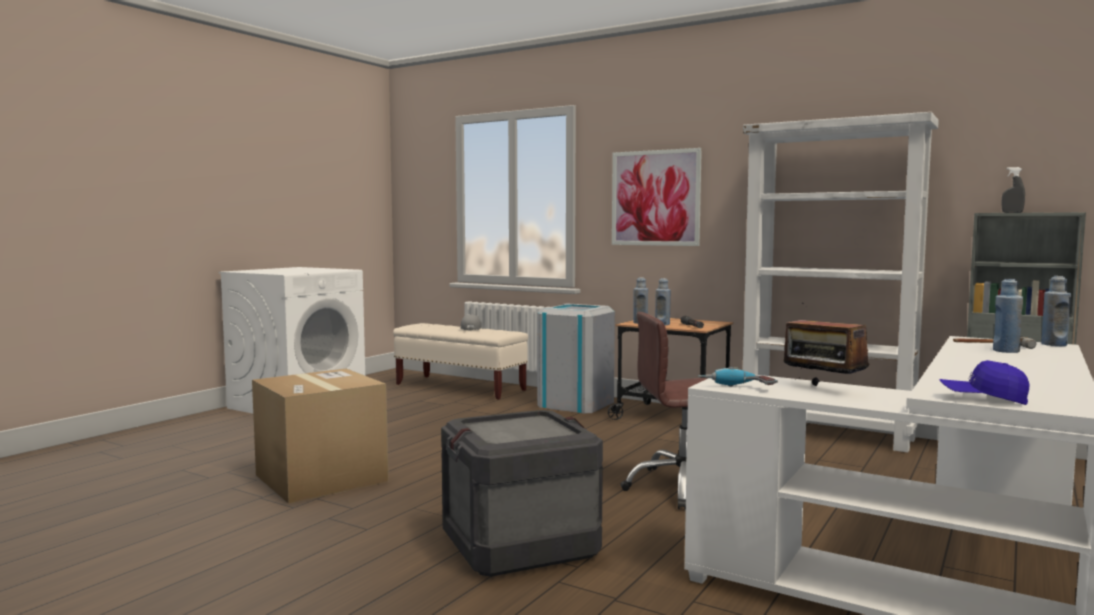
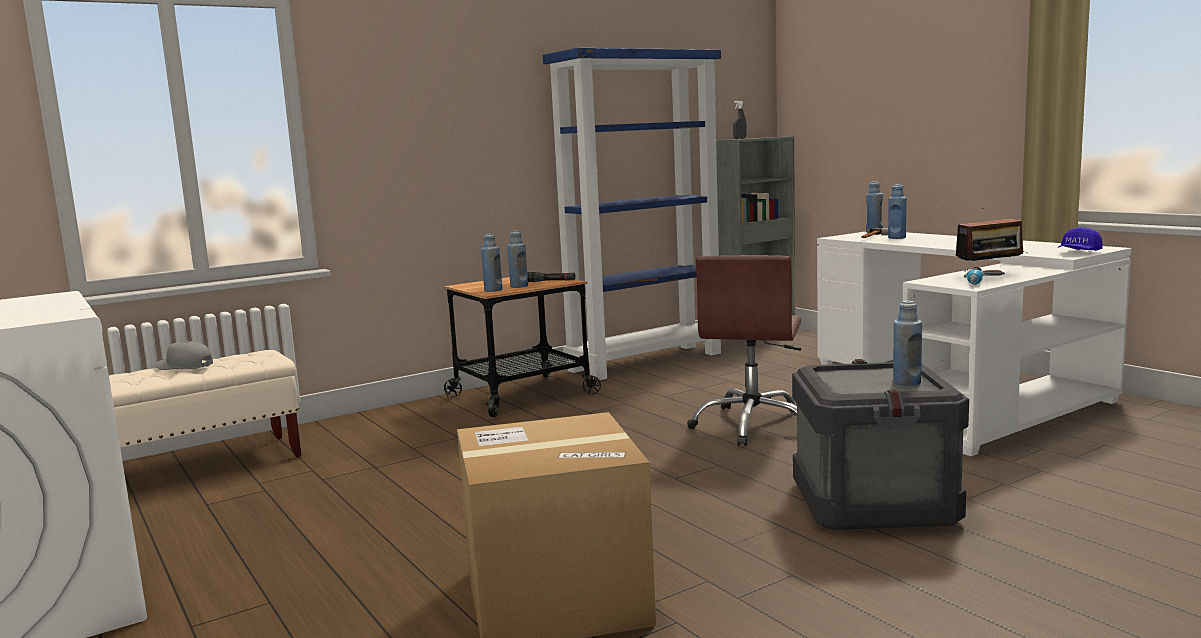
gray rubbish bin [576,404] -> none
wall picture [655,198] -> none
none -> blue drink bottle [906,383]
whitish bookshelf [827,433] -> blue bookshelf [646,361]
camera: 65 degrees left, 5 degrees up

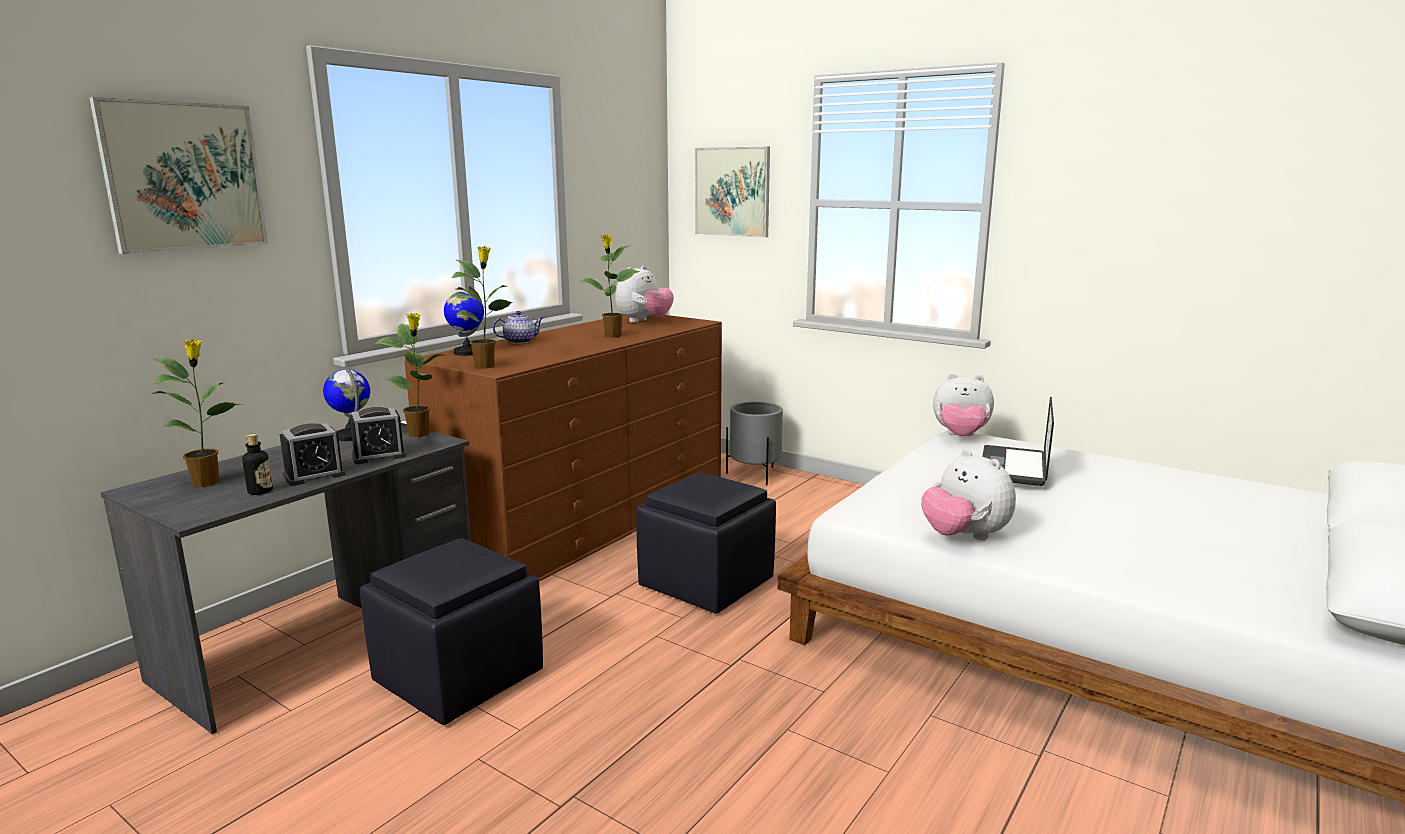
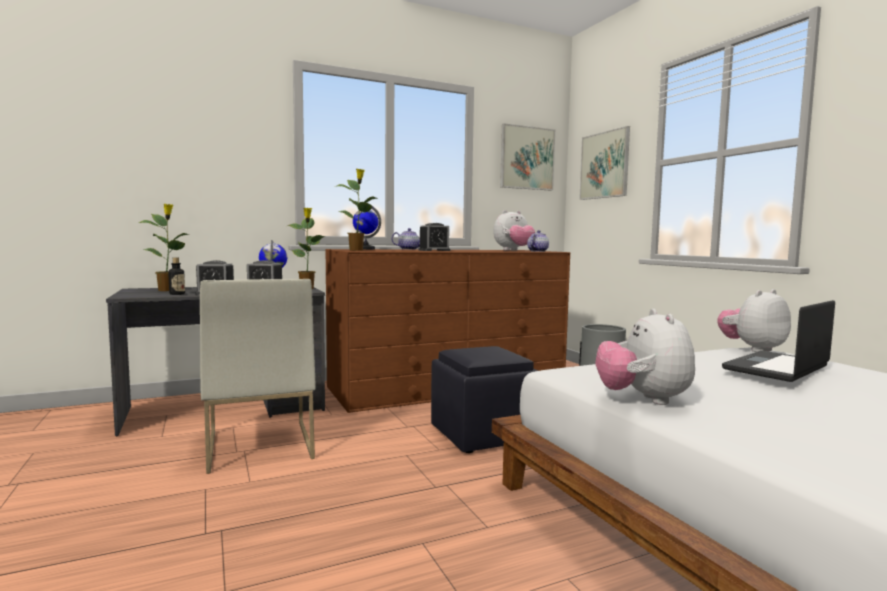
plant in a pot [612,336] -> none
none -> alarm clock [434,250]
none -> pot for tea [537,251]
wall picture [184,177] -> wall picture [527,158], moved
black-coloured pouffe [458,678] -> whitish plain chair [259,445]
plush toy [960,436] -> plush toy [752,349], 105 degrees clockwise
camera: 30 degrees right, 10 degrees down

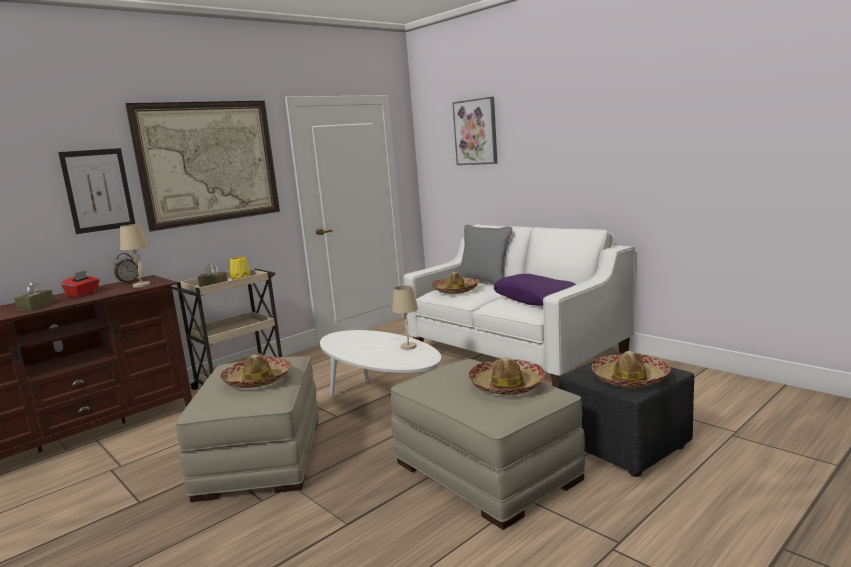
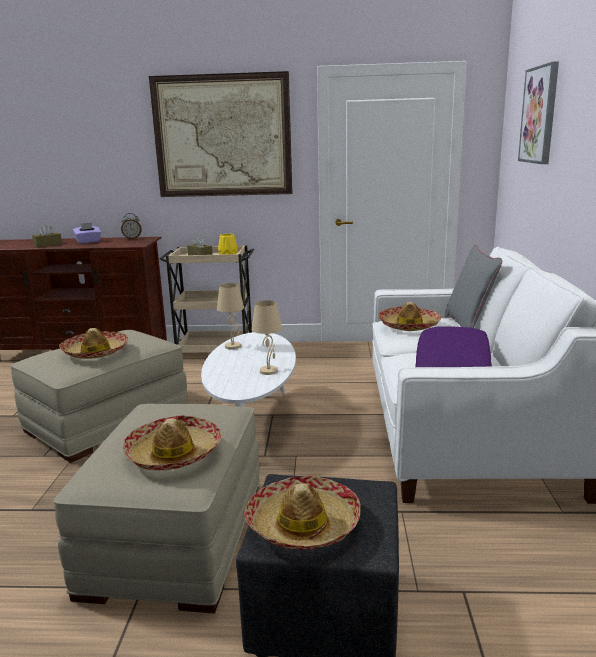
wall picture [98,190] -> none
beige-coloured table lamp [141,285] -> beige-coloured table lamp [233,346], moved
red-coloured tissue holder [83,294] -> purplish tissue holder [88,242]
camera: 45 degrees right, 5 degrees up

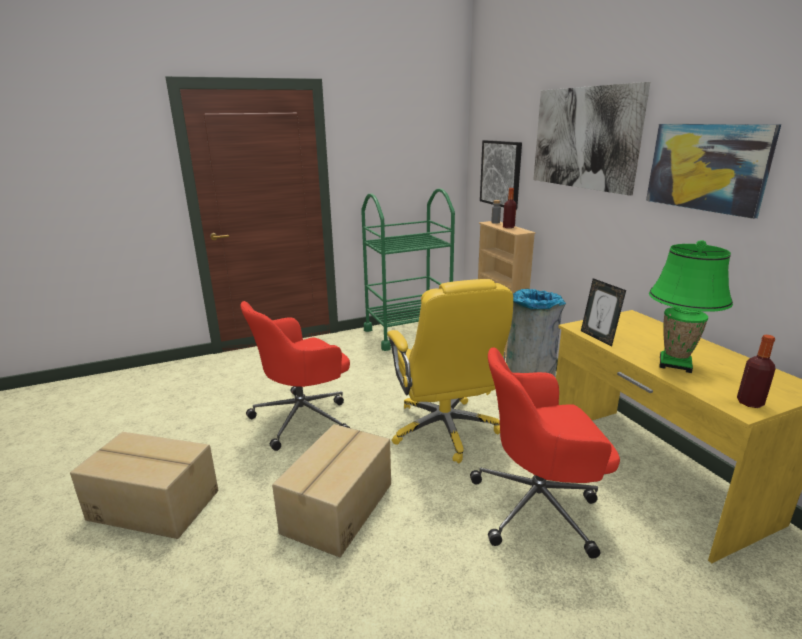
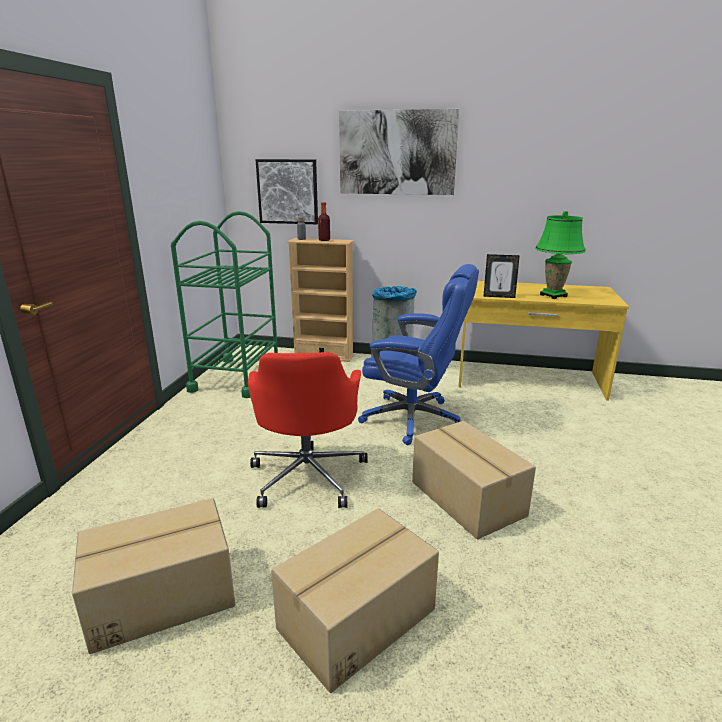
red-coloured desk chair [538,506] -> none
wall picture [707,167] -> none
drink bottle [750,403] -> none
none -> packing box [161,596]
yellow-coloured desk chair [445,430] -> blue desk chair [414,419]
camera: 55 degrees left, 0 degrees up

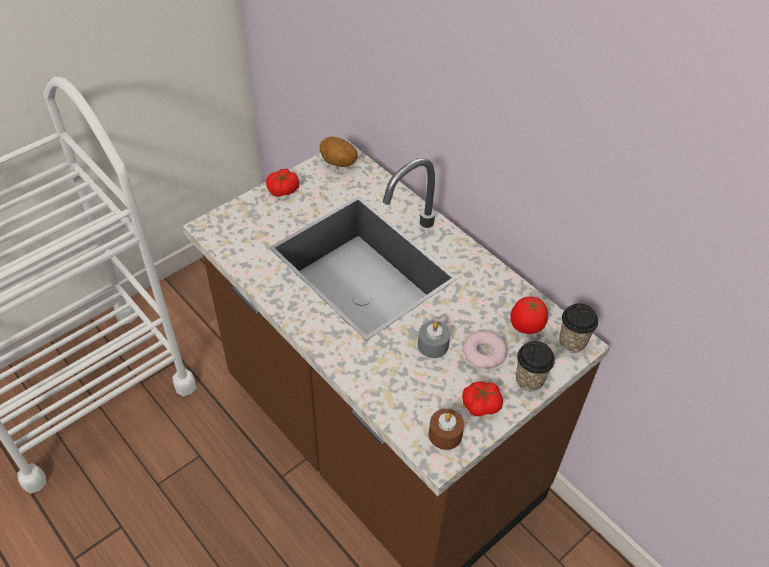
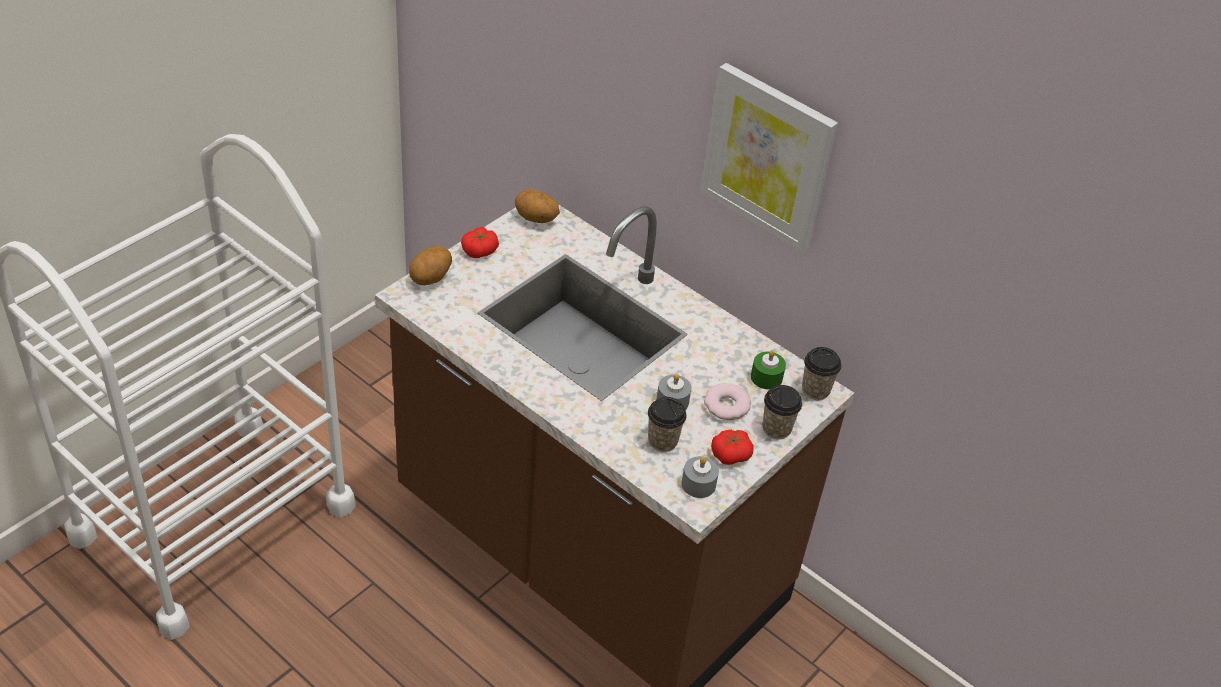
none -> potato [431,278]
none -> small cup [662,441]
none -> wall picture [768,156]
fresh tomato [526,326] -> green-coloured wax light [766,377]
brown-coloured wax light [445,434] -> gray wax light [698,484]
camera: 10 degrees left, 5 degrees down

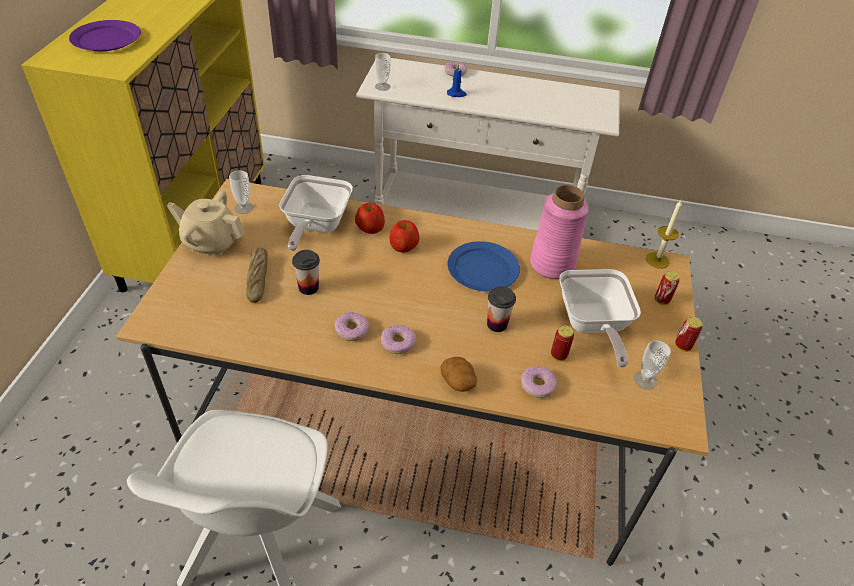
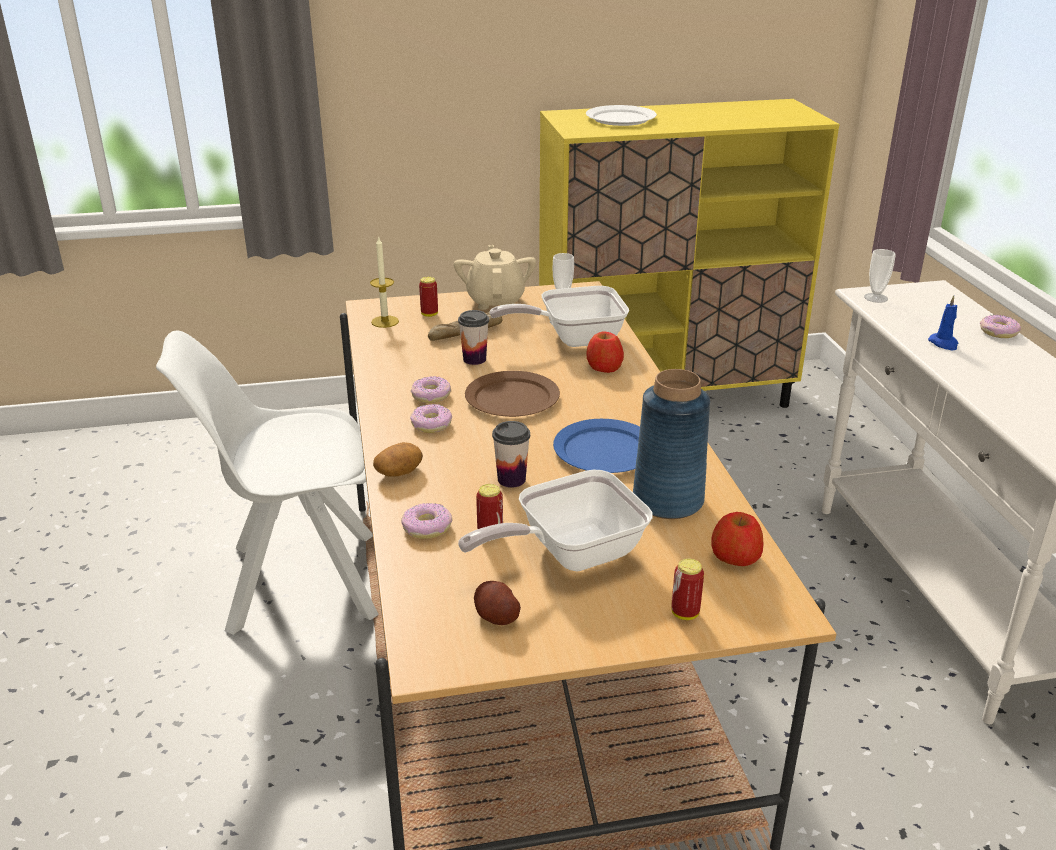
none -> brown-coloured plate [511,398]
apple [404,246] -> apple [735,557], moved
wax light [657,260] -> wax light [385,321], moved
can [682,346] -> can [429,314], moved
small cup [645,380] -> potato [496,616]
purplish plate [106,39] -> whitish plate [621,118]
pink vase [552,264] -> blue vase [667,500]
camera: 70 degrees right, 15 degrees down

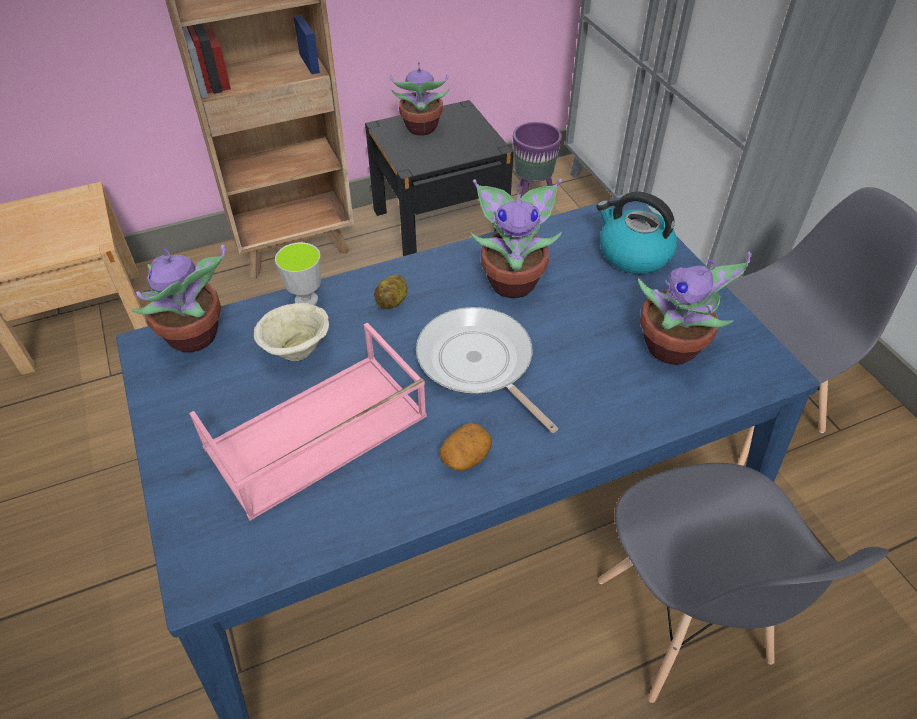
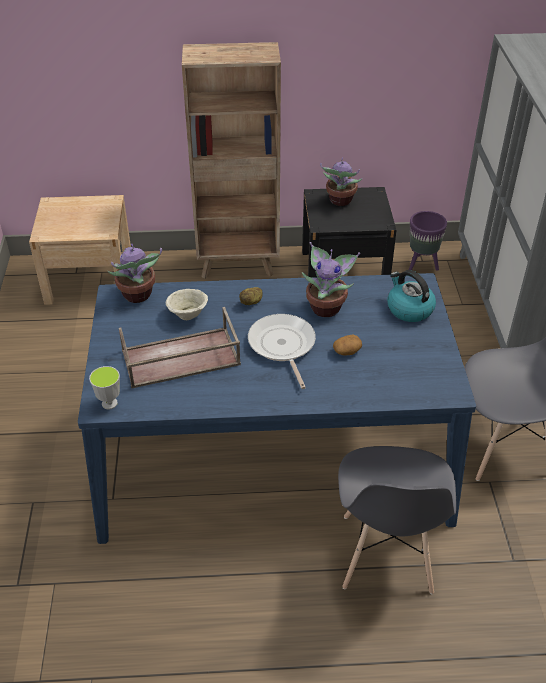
plant in a pot [673,349] -> none
small cup [306,300] -> small cup [109,403], moved
potato [465,457] -> potato [347,351], moved
pink serving tray [316,435] -> brown-coloured serving tray [179,358]
camera: 20 degrees right, 5 degrees down

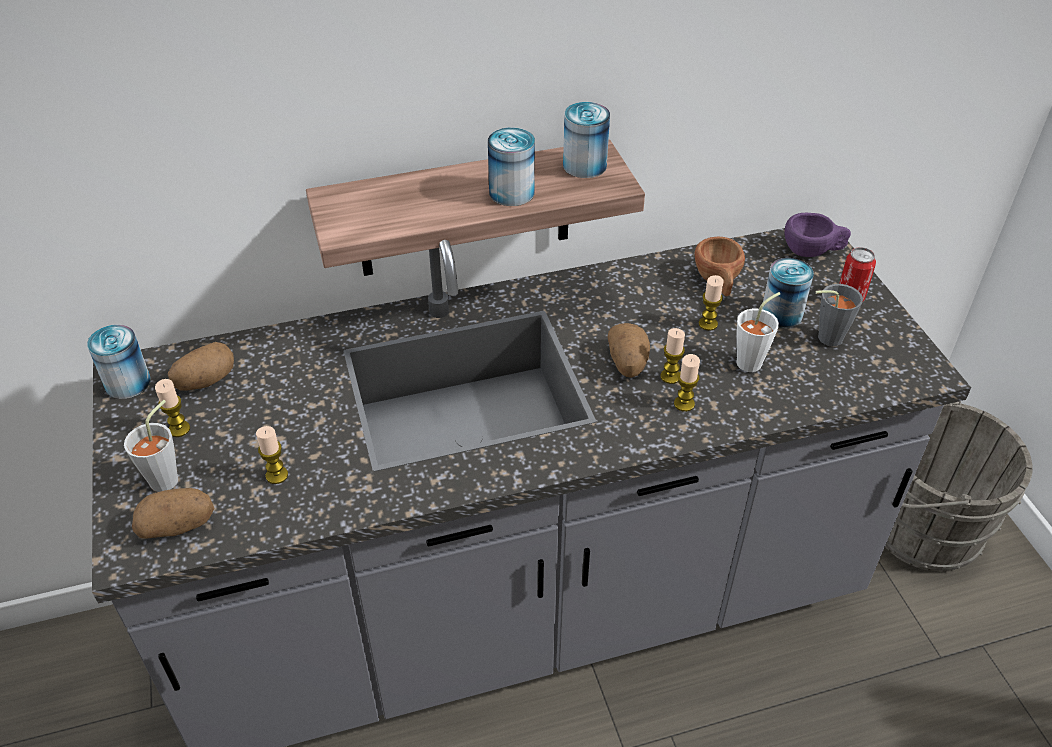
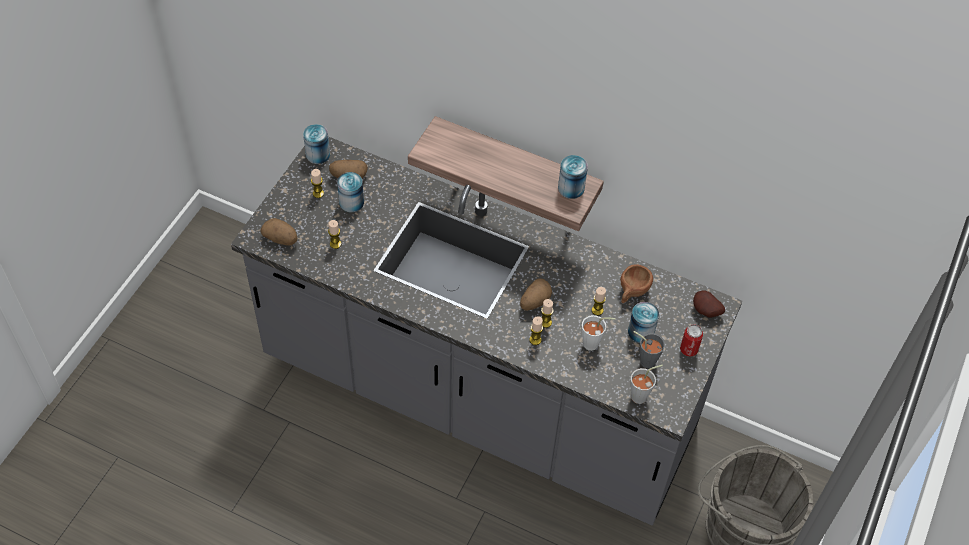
gray small cup [169,476] -> gray small cup [642,396], moved
can [511,192] -> can [351,202], moved
purplish small cup [813,251] -> potato [705,312]
camera: 40 degrees right, 10 degrees up

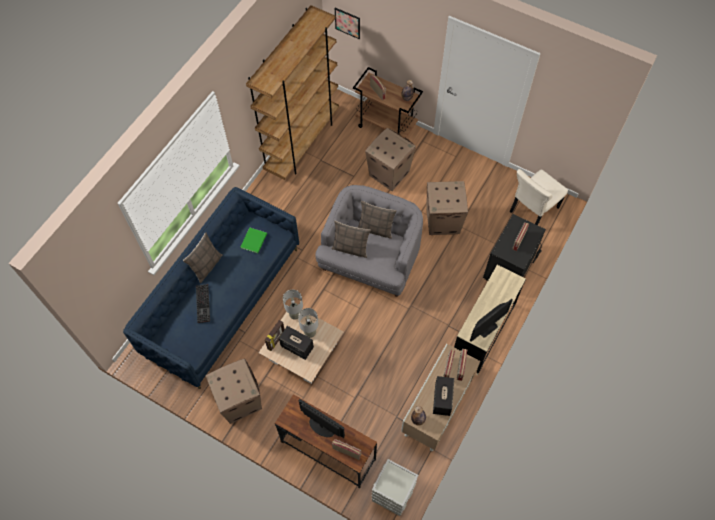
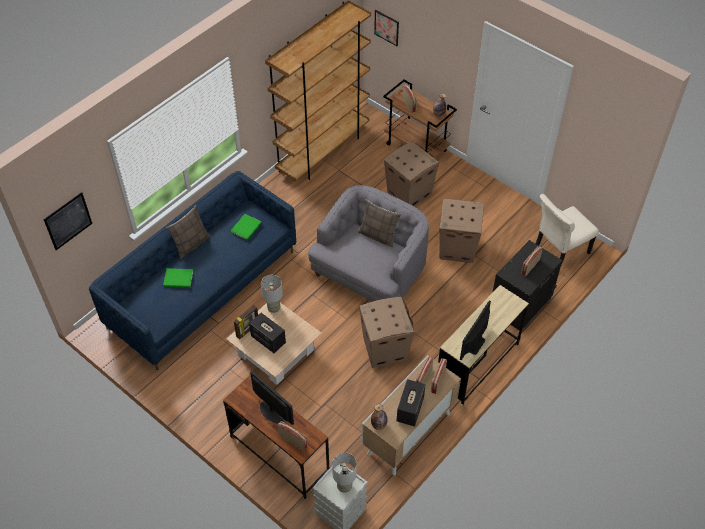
throw pillow [350,248] -> none
none -> wall picture [68,221]
packing box [240,400] -> packing box [385,348], moved
gray table lamp [310,332] -> gray table lamp [344,486], moved
computer keyboard [203,304] -> green-coloured bound book [179,279]
computer screen [486,327] -> computer screen [474,344], 150 degrees clockwise
camera: 10 degrees right, 10 degrees down

